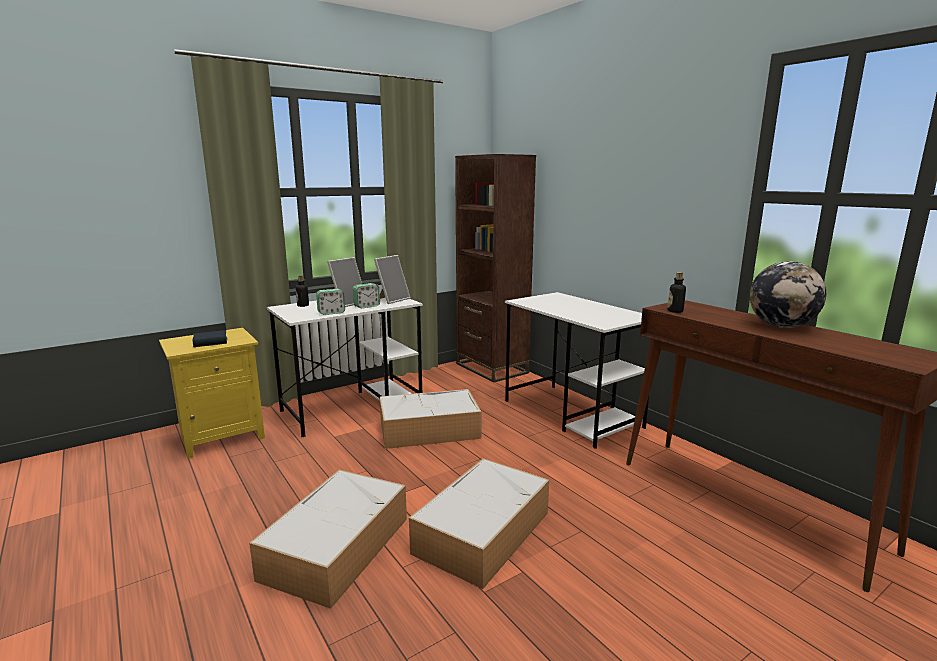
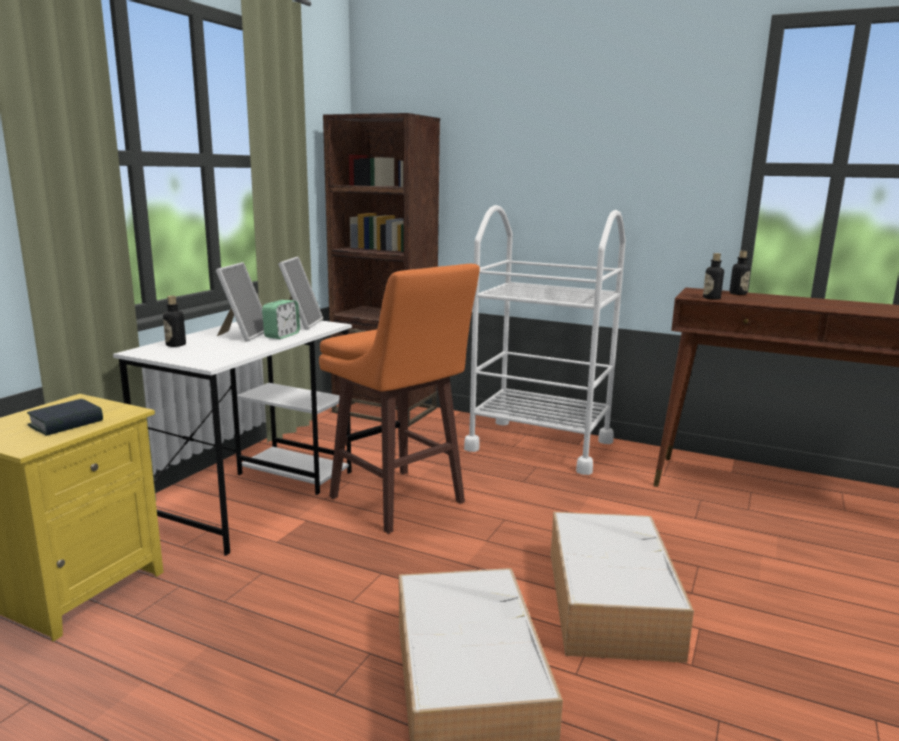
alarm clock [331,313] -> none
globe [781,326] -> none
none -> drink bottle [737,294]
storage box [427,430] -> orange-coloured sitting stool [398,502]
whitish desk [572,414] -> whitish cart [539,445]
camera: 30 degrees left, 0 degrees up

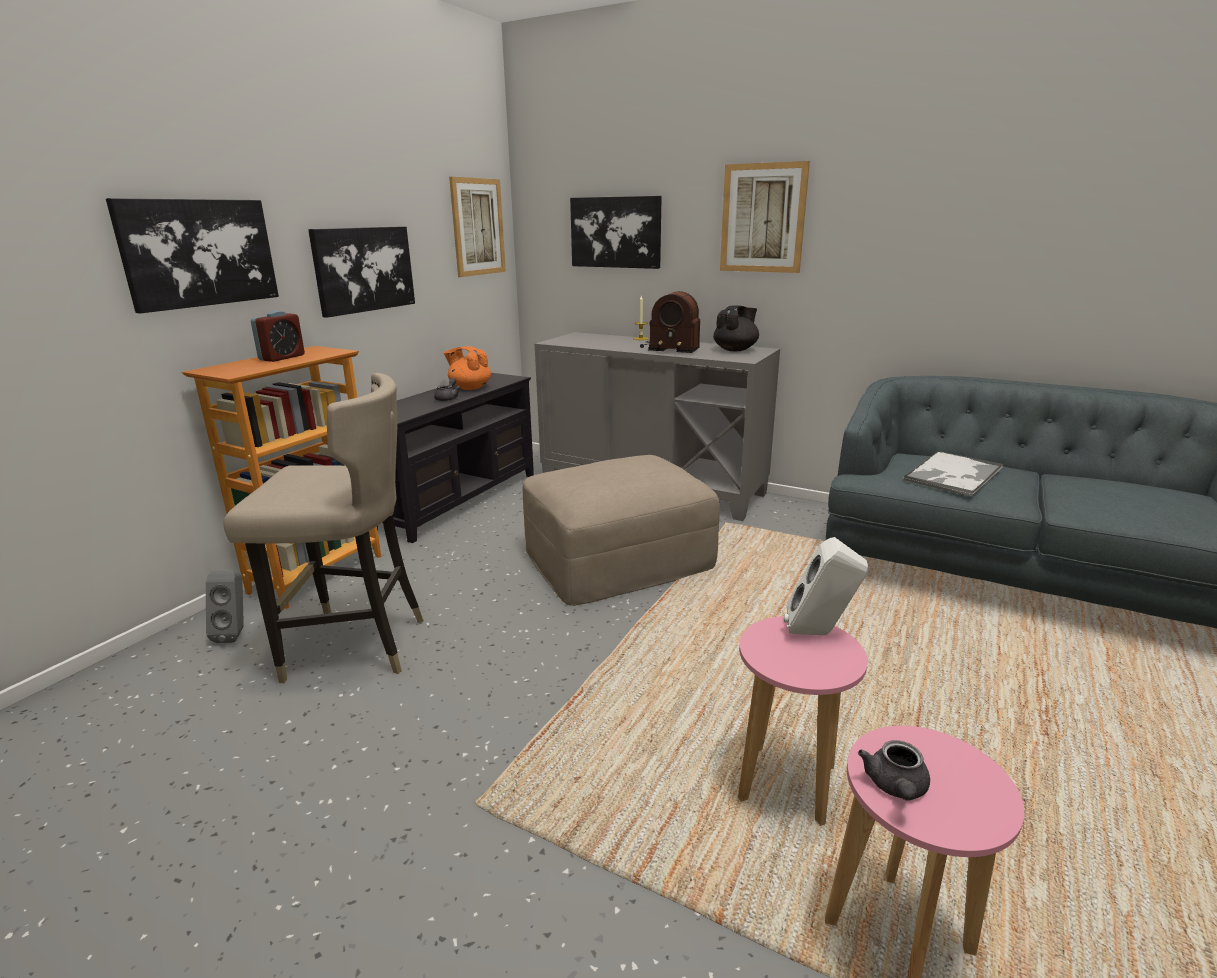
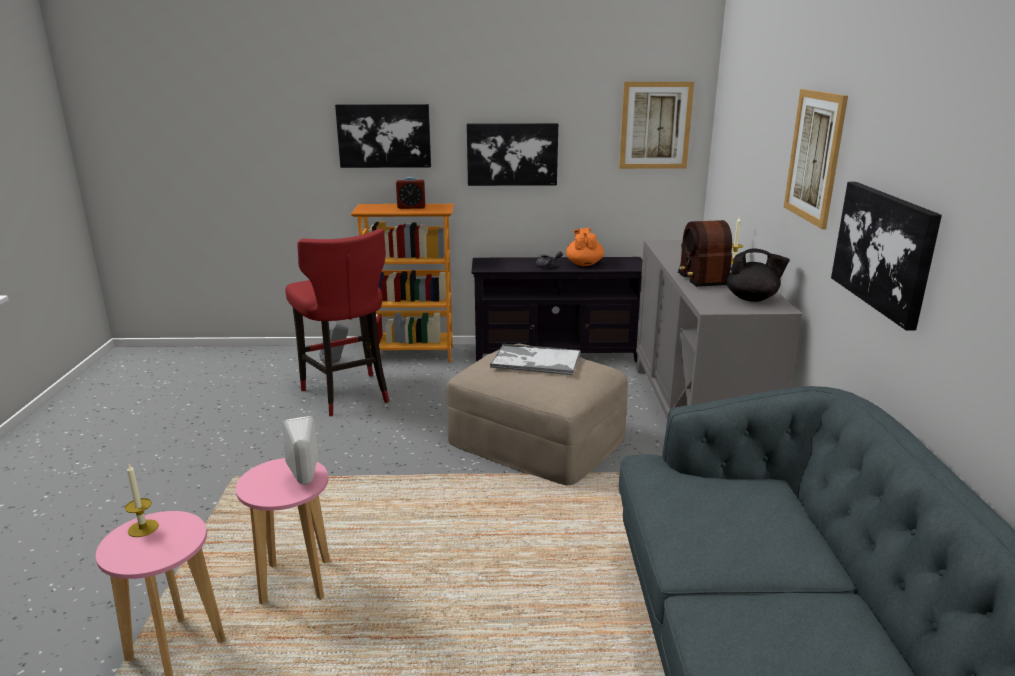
wall picture [616,232] -> wall picture [884,250], moved
serving tray [953,475] -> serving tray [535,360], moved
gray pot for tea [895,788] -> wax light [143,528]
beige-coloured sitting stool [354,646] -> red-coloured sitting stool [346,394]
camera: 60 degrees right, 0 degrees up

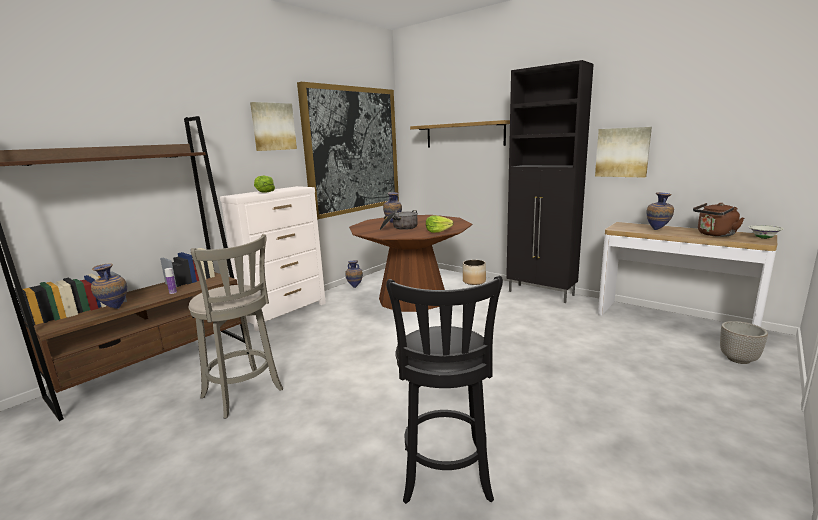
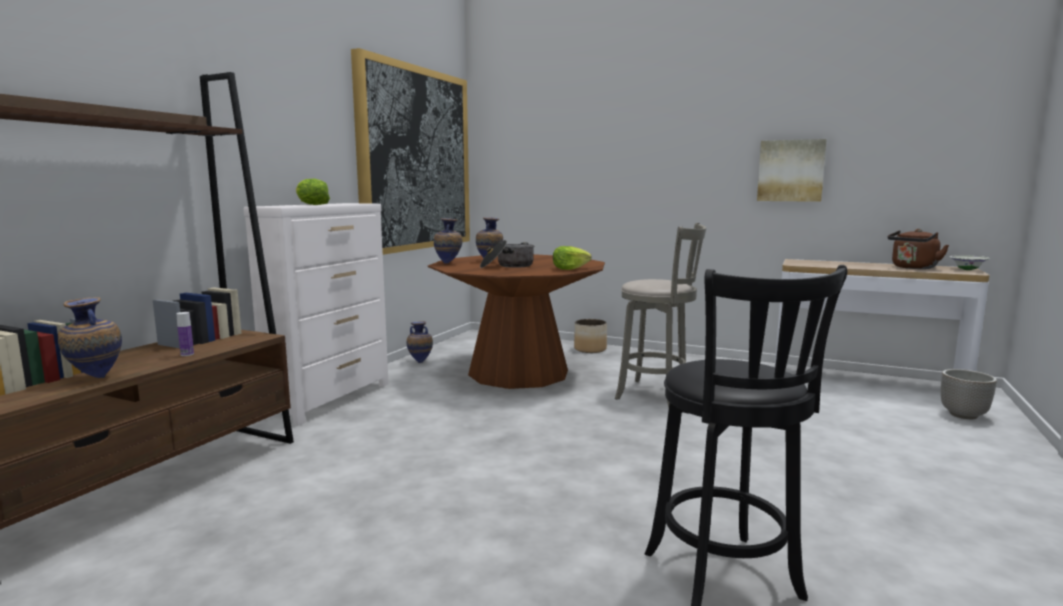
wall picture [273,126] -> none
shelf [464,135] -> none
black-coloured storage cabinet [541,293] -> none
gray sitting stool [244,395] -> gray sitting stool [657,394], moved
vase [658,230] -> vase [448,263], moved
camera: 15 degrees left, 5 degrees down

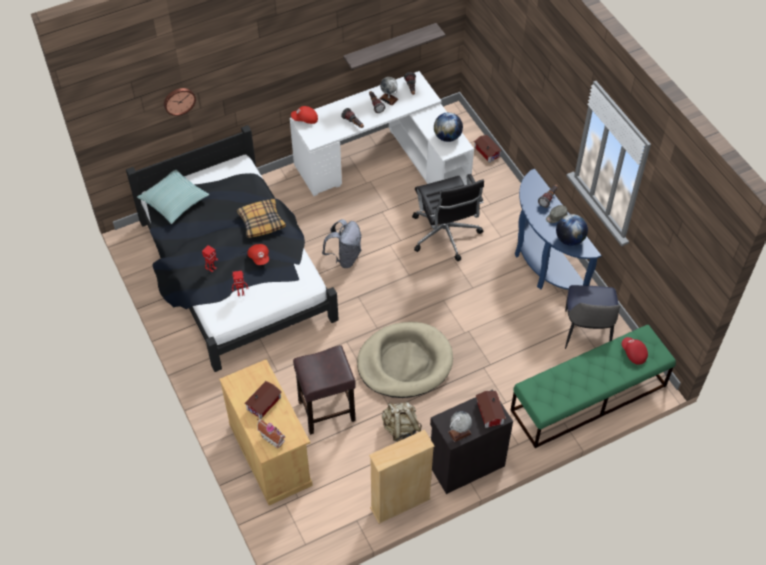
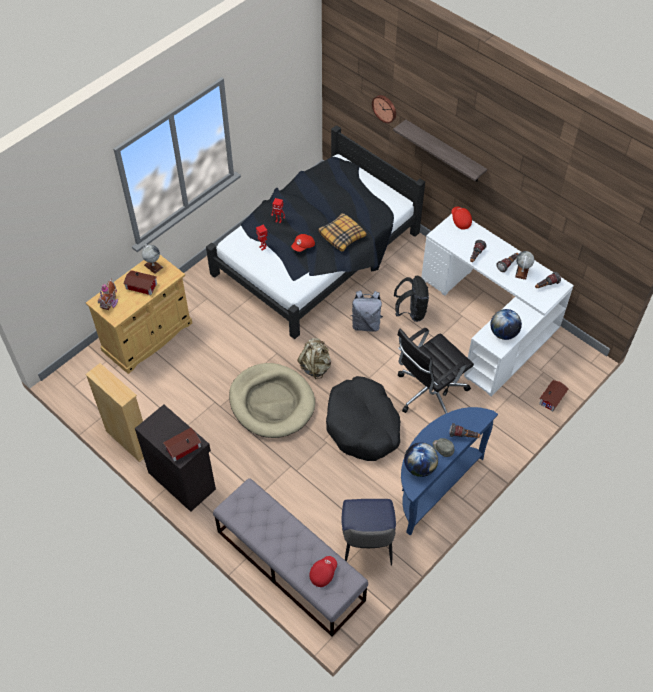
throw pillow [174,200] -> none
brown-coloured sitting stool [327,410] -> none
none -> black-coloured dog cushion [363,425]
none -> black-coloured knapsack [411,312]
shelf [390,47] -> shelf [444,152], moved
beige-coloured knapsack [400,428] -> beige-coloured knapsack [315,367], moved
globe [459,433] -> globe [153,266], moved
green-coloured bench [588,398] -> gray bench [289,565]
plain chair [586,333] -> plain chair [367,545], 75 degrees counterclockwise
camera: 70 degrees right, 0 degrees up

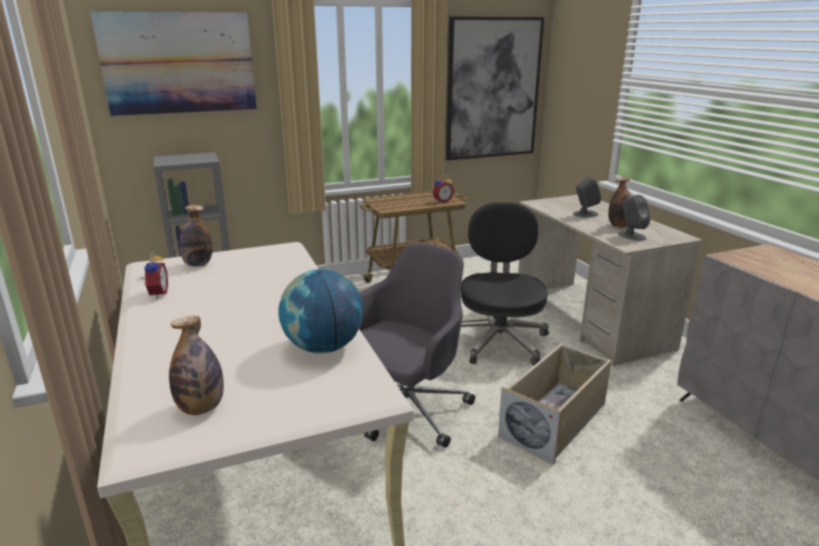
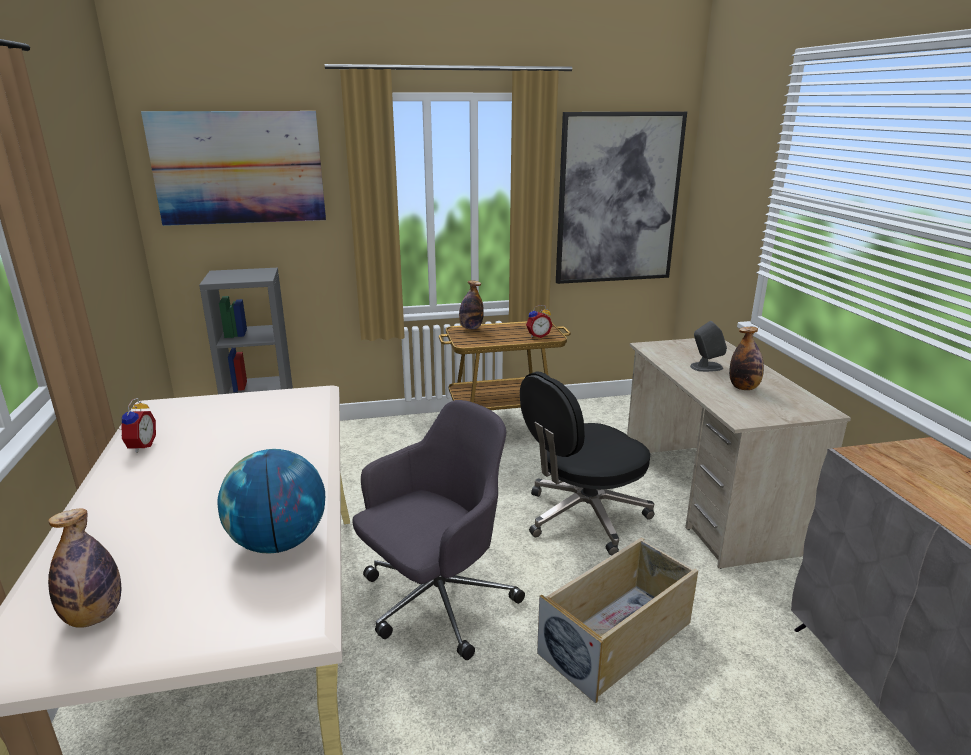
gray loudspeaker [631,236] -> none
drink bottle [198,264] -> drink bottle [471,328], moved
black-coloured desk chair [499,340] -> black-coloured desk chair [583,516], 135 degrees counterclockwise
camera: 10 degrees right, 0 degrees up

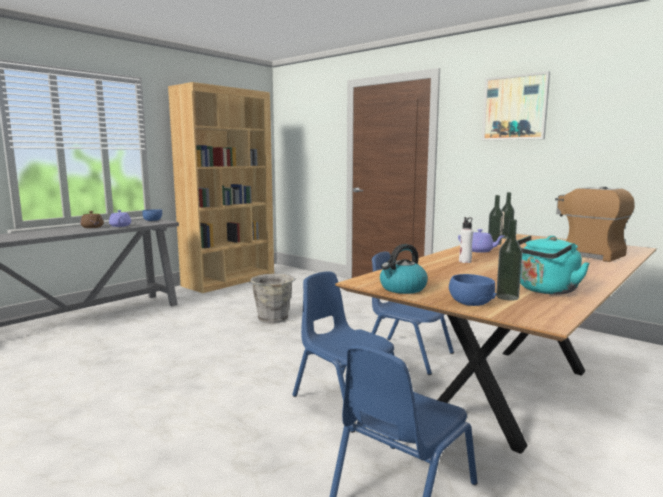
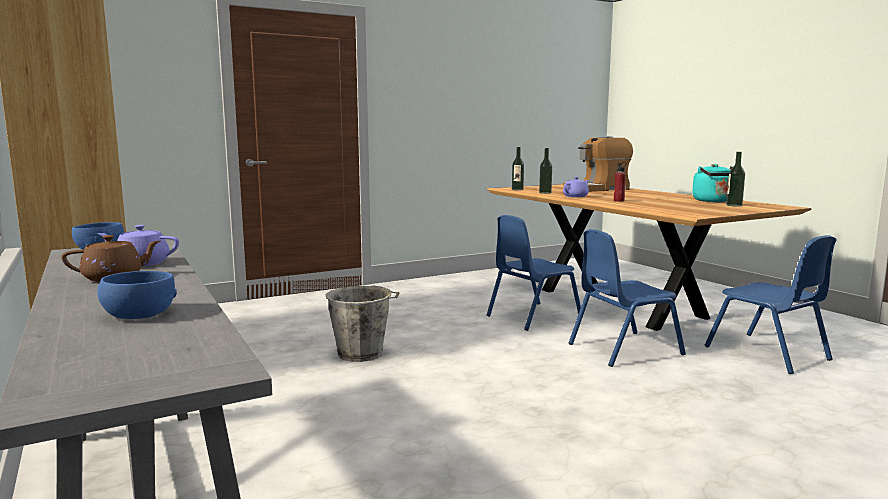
tea kettle [402,288] -> none
wall picture [515,108] -> none
blue deep dish [470,302] -> blue deep dish [140,314], moved
whitish drink bottle [465,261] -> red-coloured drink bottle [619,201]
camera: 70 degrees left, 0 degrees up

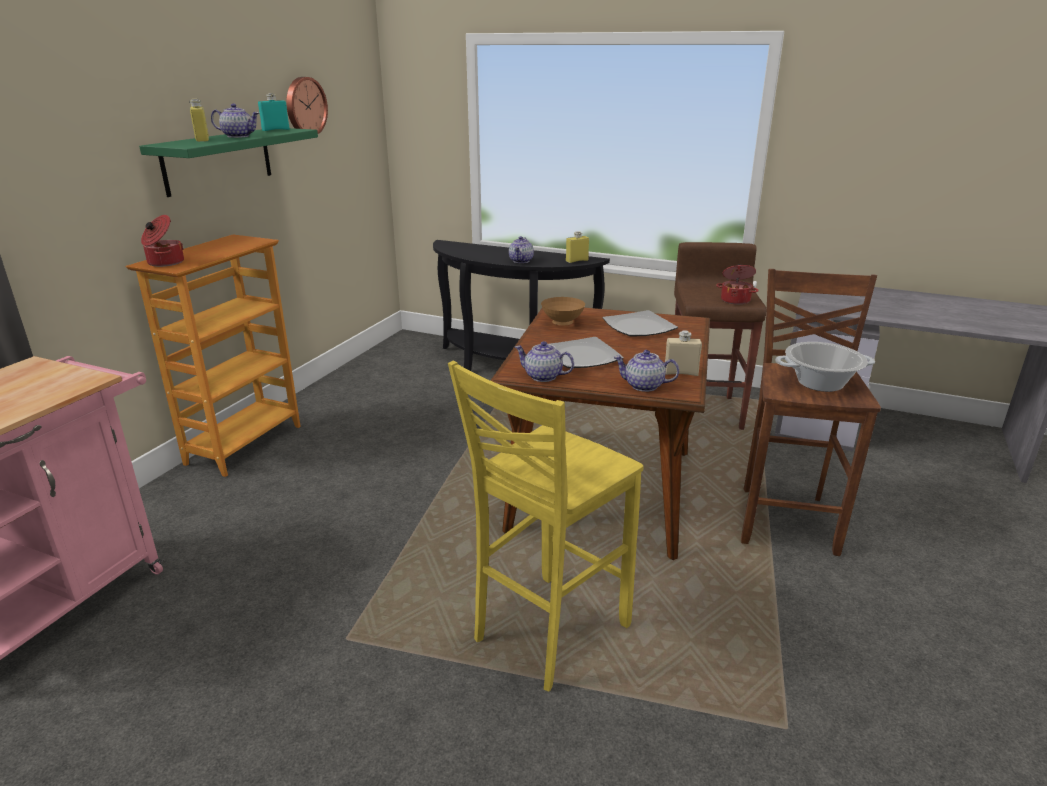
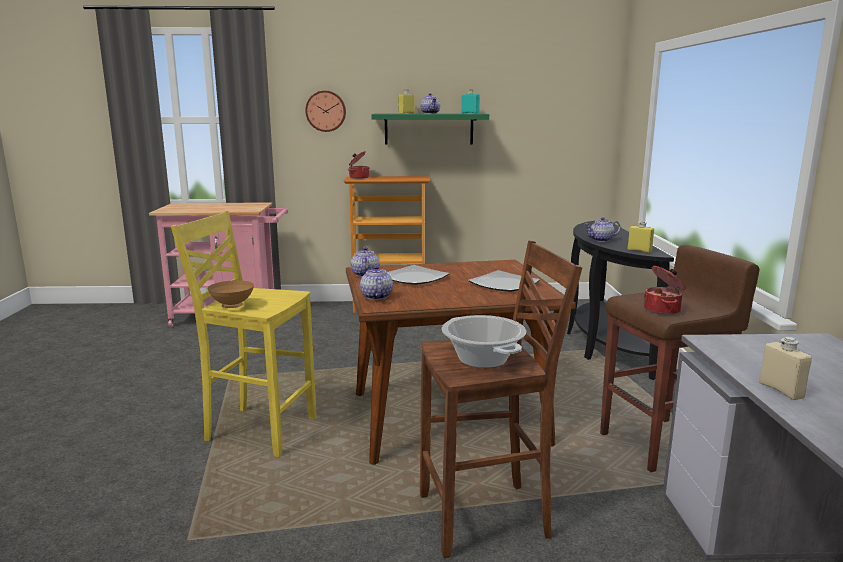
clock on the wall [304,106] -> clock on the wall [326,111], moved
brown-coloured deep dish [563,323] -> brown-coloured deep dish [233,306], moved
beige-coloured drink bottle [681,373] -> beige-coloured drink bottle [781,390], moved
camera: 65 degrees right, 10 degrees down

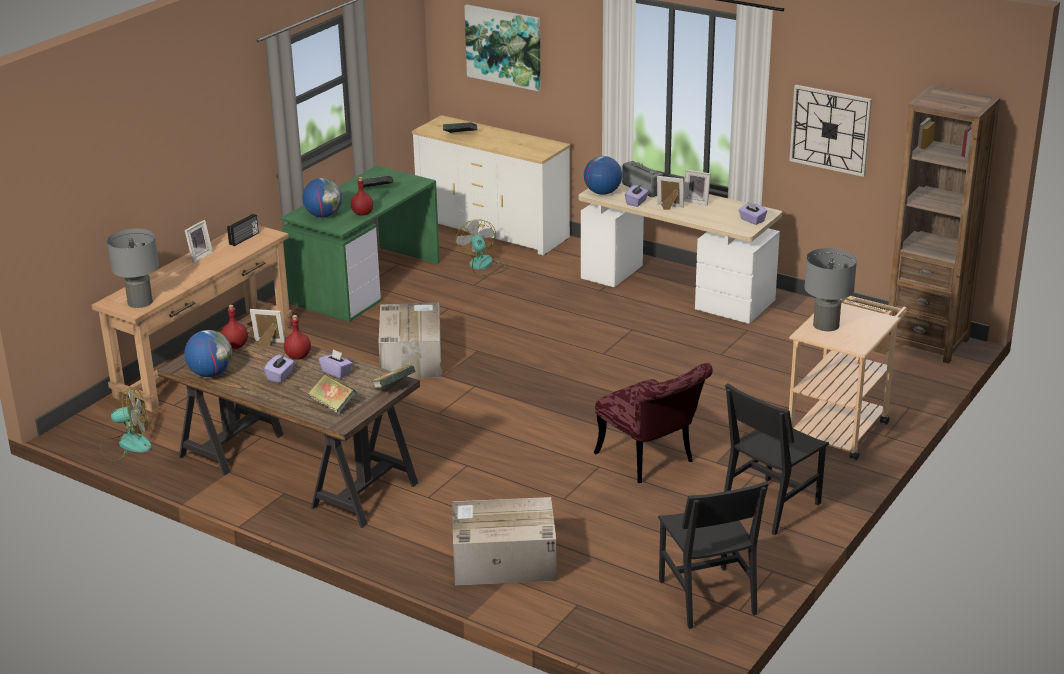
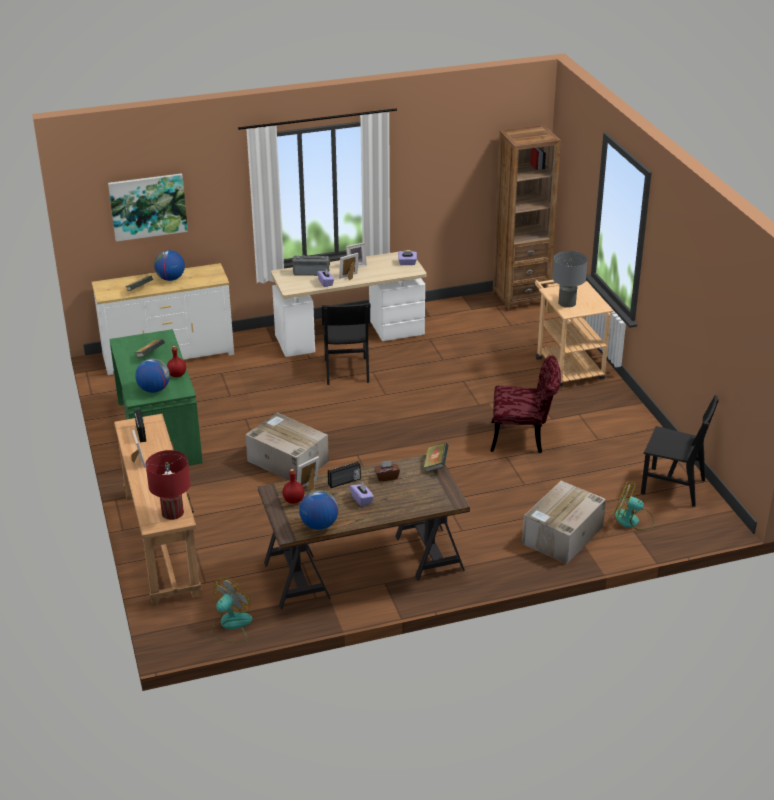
bound book [332,405] -> none
clock on the wall [830,130] -> none
cooling fan [483,266] -> cooling fan [632,521], moved
globe [602,193] -> globe [170,279], moved
black-coloured plain chair [770,505] -> black-coloured plain chair [346,371], moved
red-coloured drink bottle [298,356] -> radio receiver [344,482]
gray table lamp [140,302] -> red-coloured table lamp [172,512]
purplish tissue holder [336,372] -> brown-coloured tissue holder [387,477]
camera: 50 degrees left, 5 degrees up

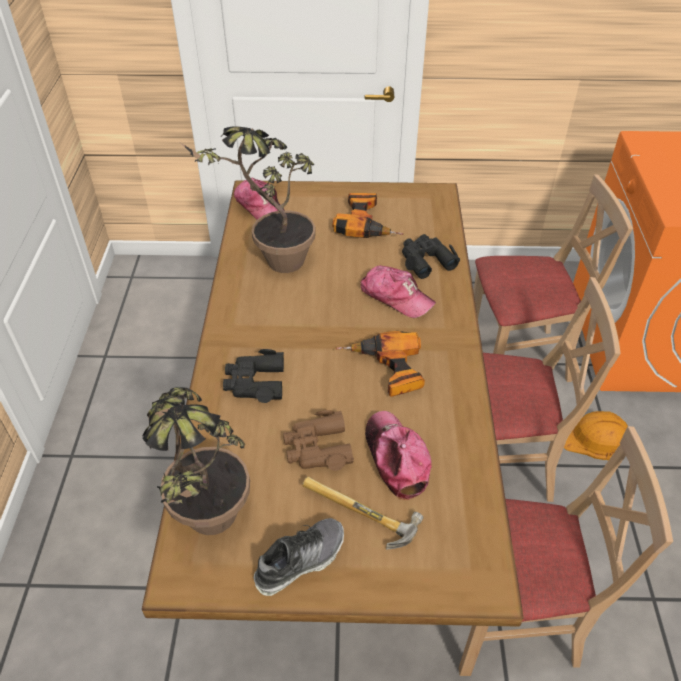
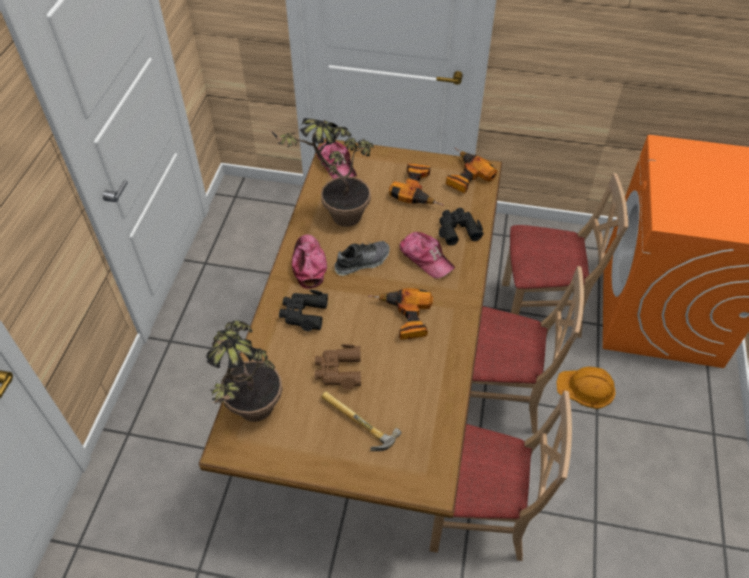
none -> drill [464,176]
item of footwear [300,560] -> item of footwear [362,262], moved
peaked cap [396,458] -> peaked cap [308,264], moved
camera: 10 degrees right, 5 degrees up

